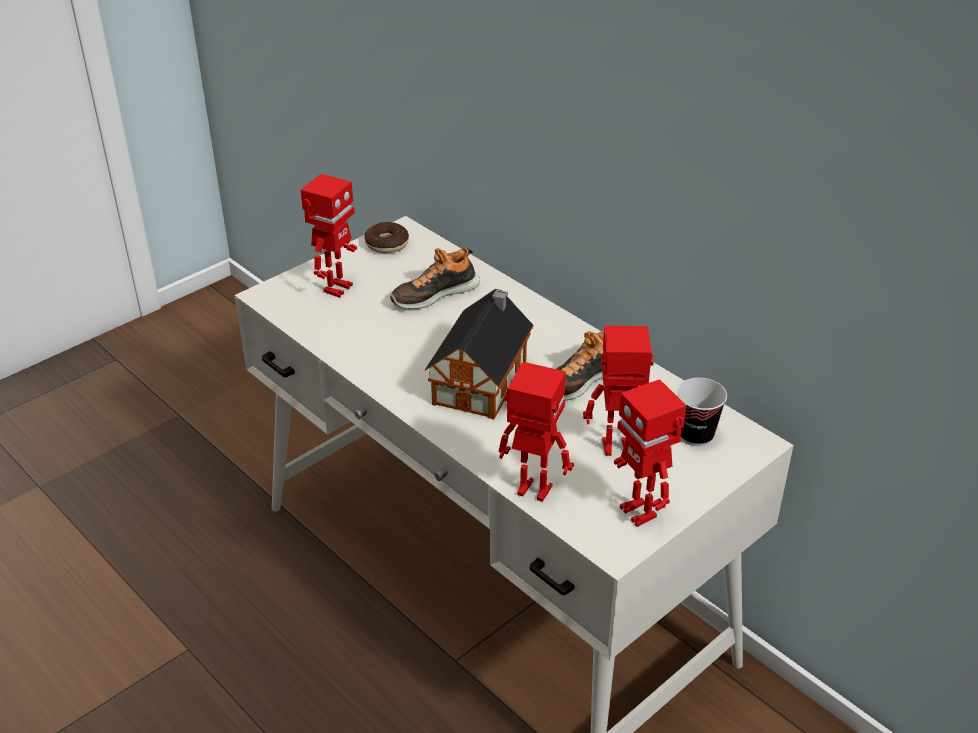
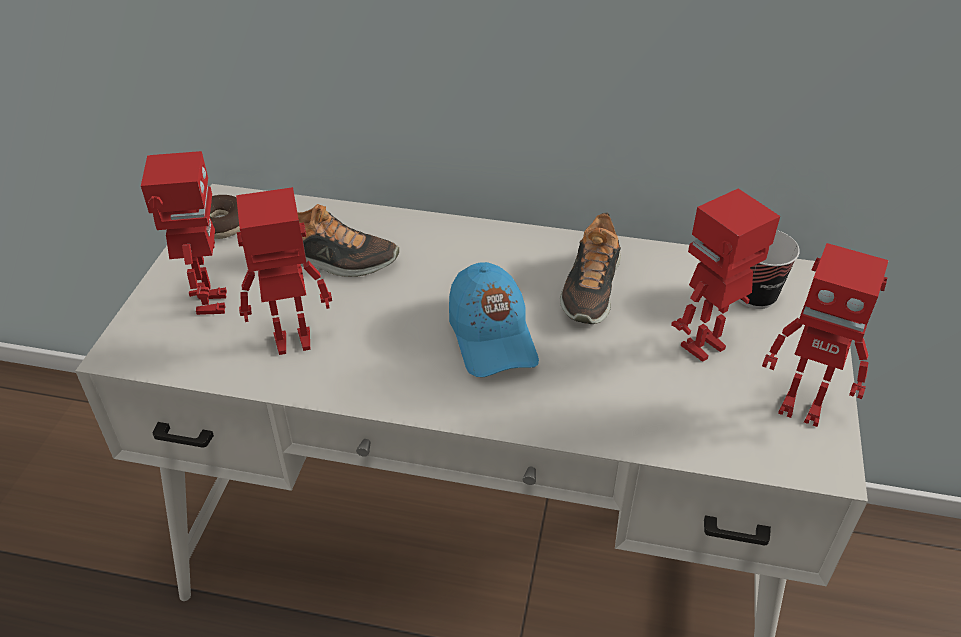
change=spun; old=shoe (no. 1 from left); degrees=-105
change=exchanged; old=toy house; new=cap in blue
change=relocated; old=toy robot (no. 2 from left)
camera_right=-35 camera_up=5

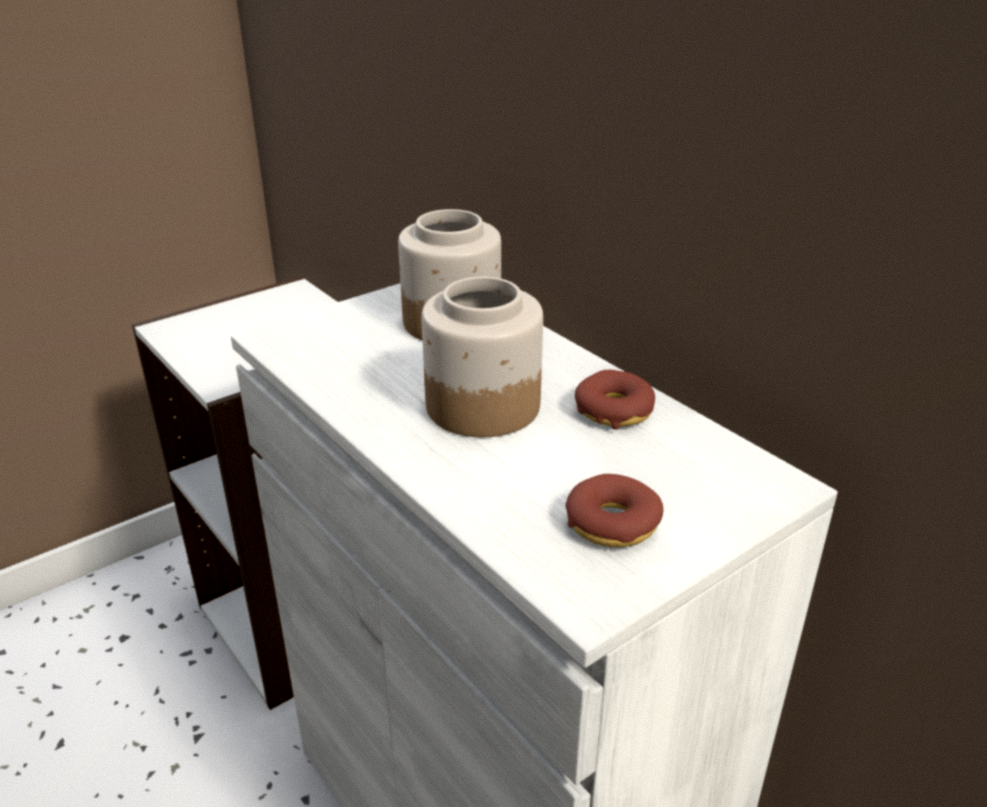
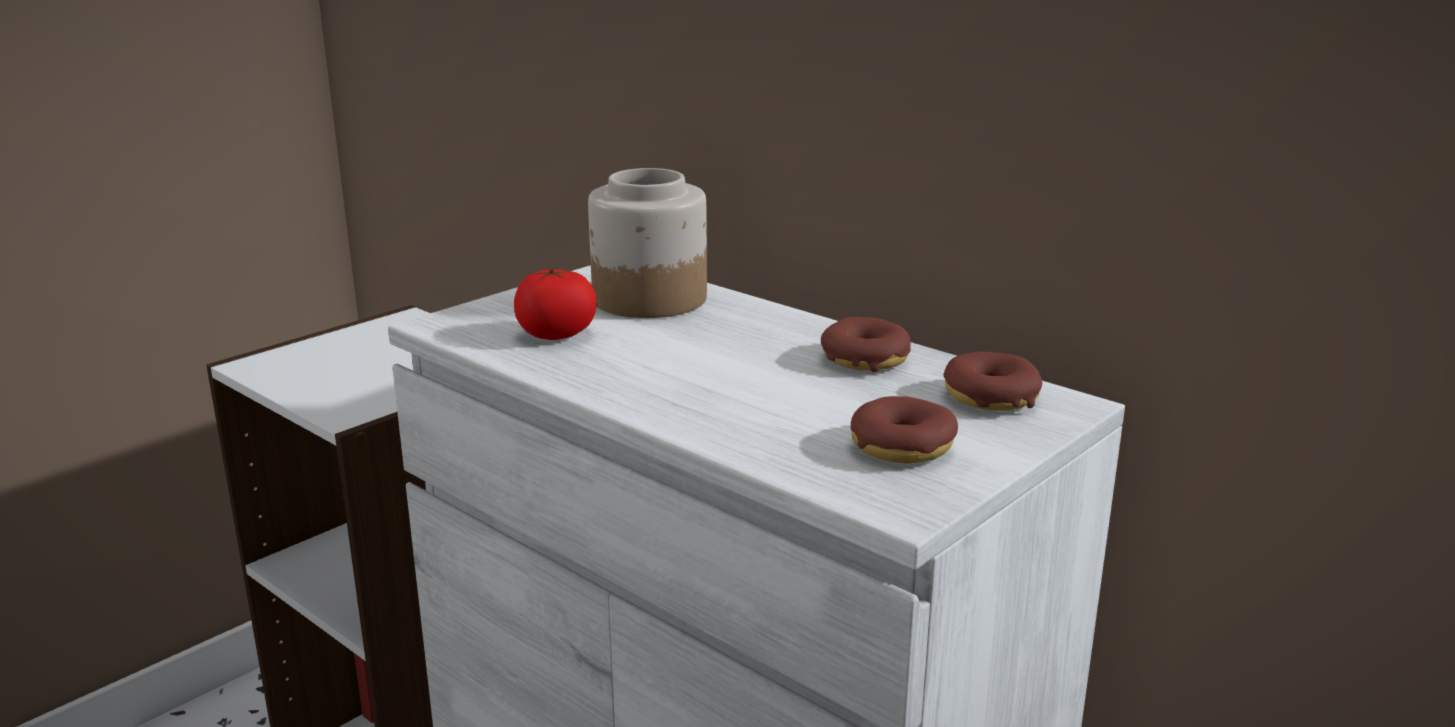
change=missing; old=jar (no. 2 from left)
change=appeared; new=tomato
change=appeared; new=donut (no. 3 from left)
camera_right=-10 camera_up=-10

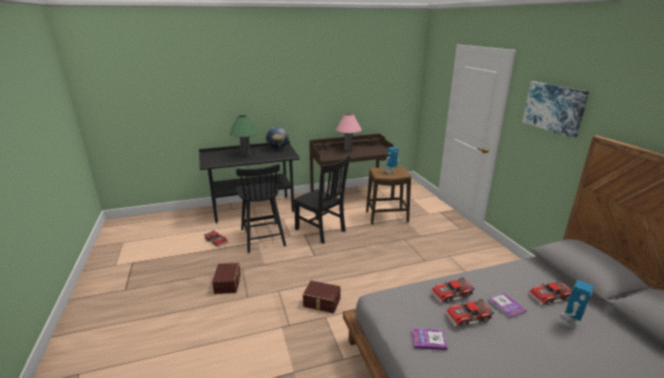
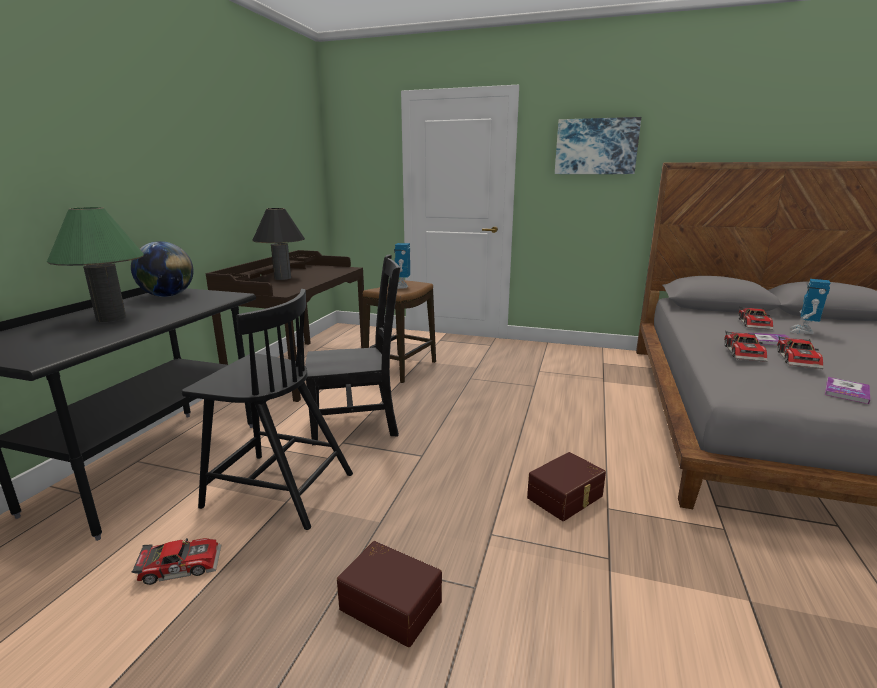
change=colour; old=table lamp in pink; new=table lamp in black
change=spun; old=toy robot (no. 2 from left); degrees=45
camera_right=-55 camera_up=-5

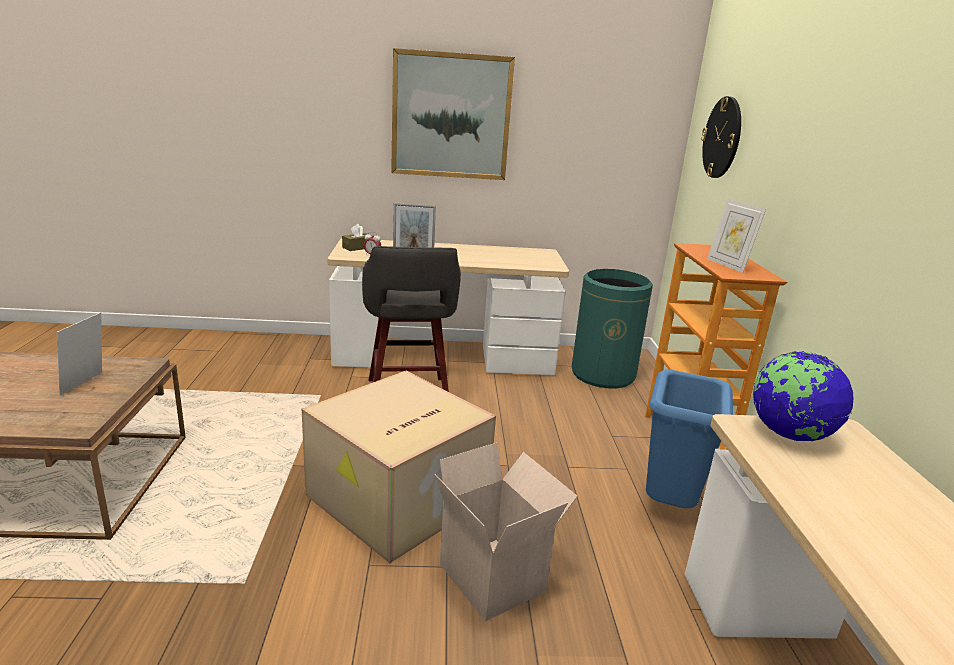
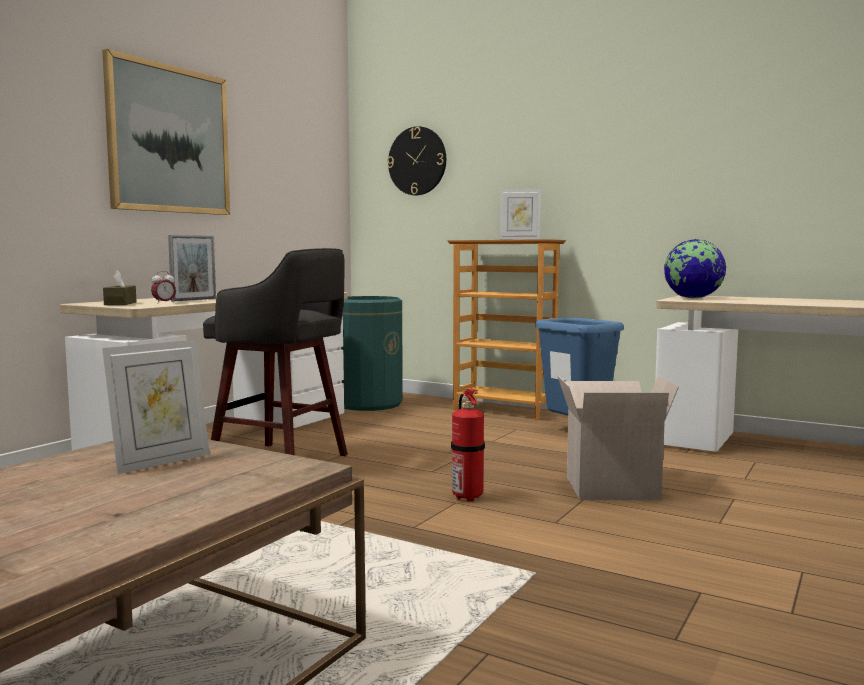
change=spun; old=picture frame (no. 1 from left); degrees=-90
change=exchanged; old=cardboard box (no. 1 from left); new=fire extinguisher
camera_right=-55 camera_up=-15

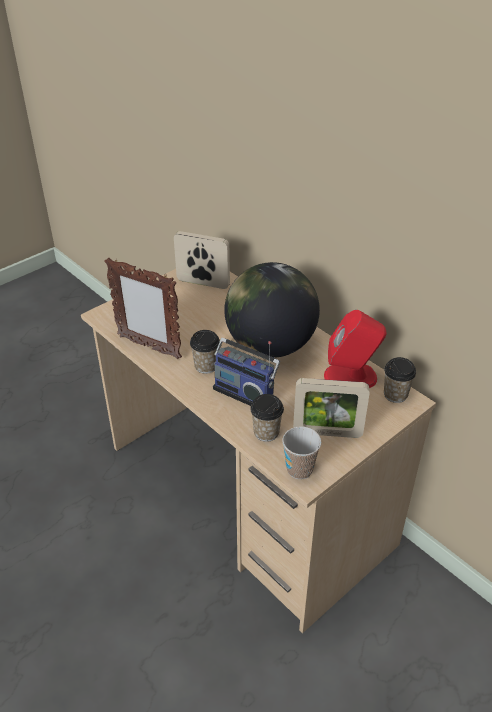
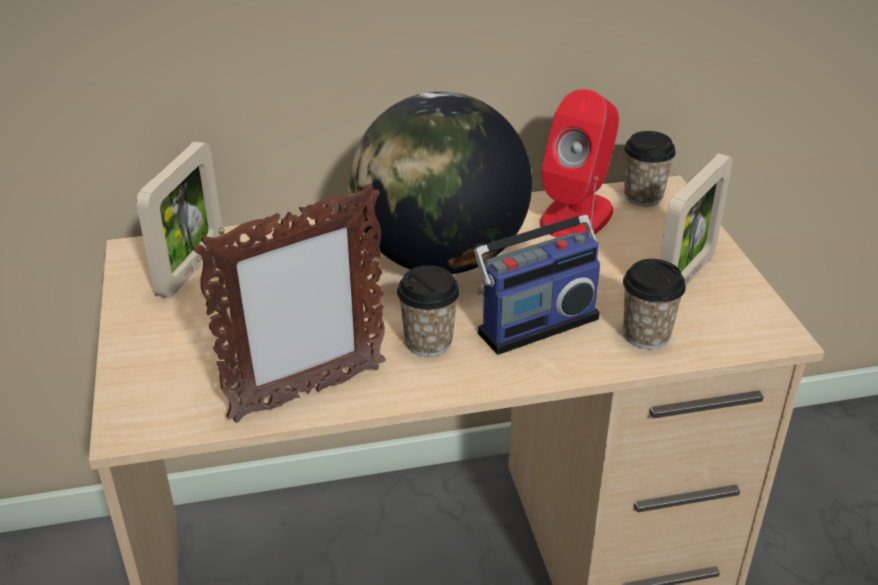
change=spun; old=picture frame (no. 2 from left in the first image); degrees=150
change=missing; old=cup (no. 3 from left)
camera_right=-60 camera_up=-5

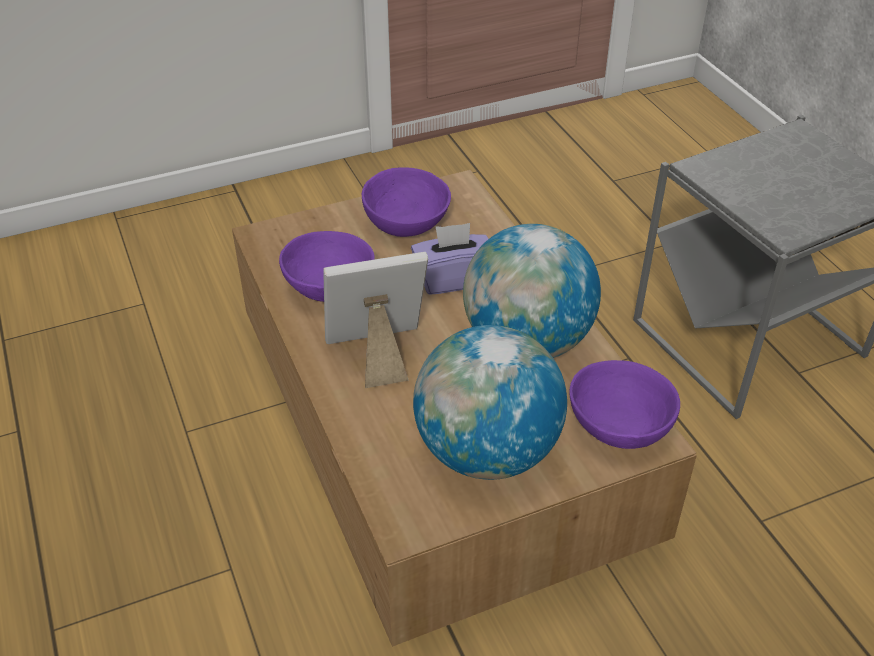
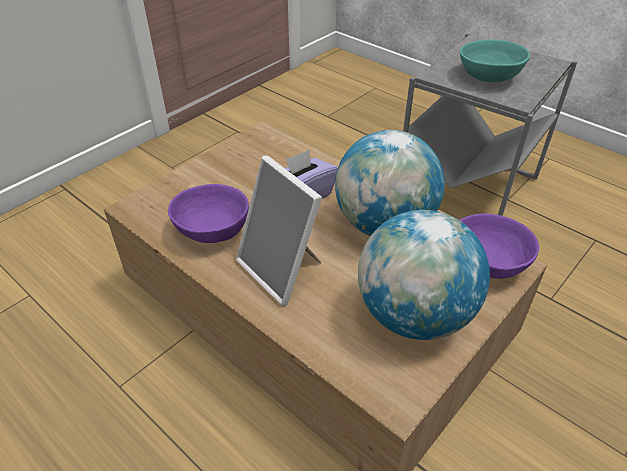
change=missing; old=bowl in purple (no. 2 from left)
change=spun; old=picture frame; degrees=-90
change=appeared; new=bowl in turquoise
camera_right=-25 camera_up=0

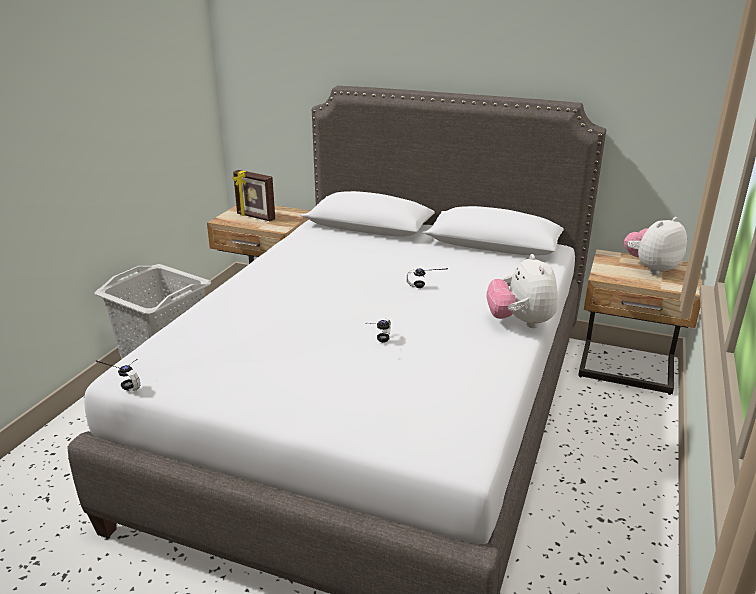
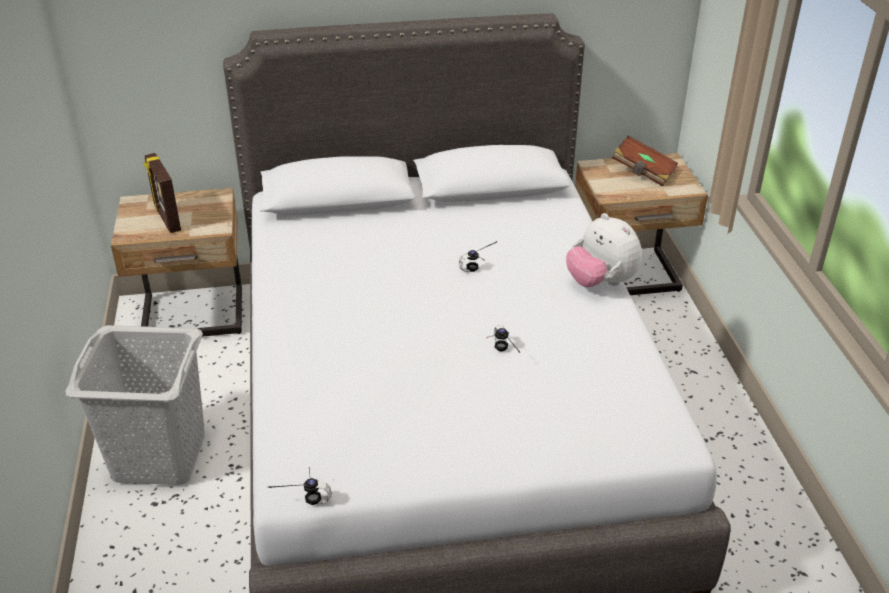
change=spun; old=picture frame; degrees=60
change=exchanged; old=plush toy (no. 2 from left); new=book in brown
camera_right=-30 camera_up=10

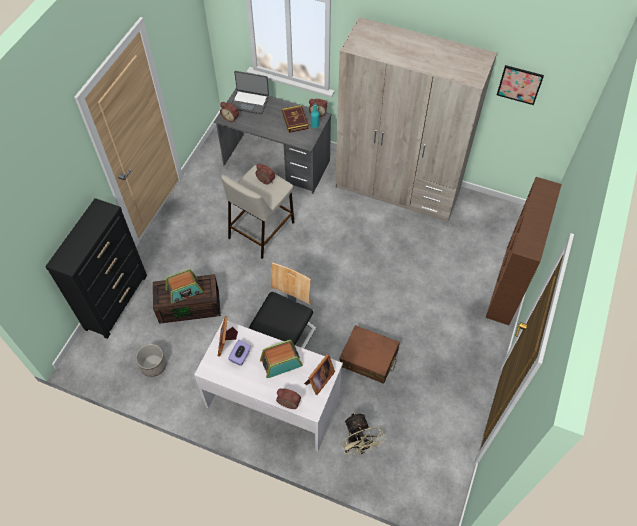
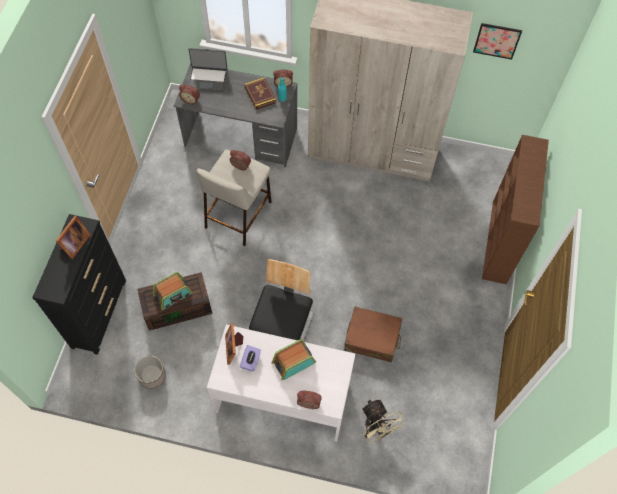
change=relocated; old=picture frame (no. 2 from left in the first image); new=picture frame (no. 1 from left)
camera_right=-10 camera_up=5

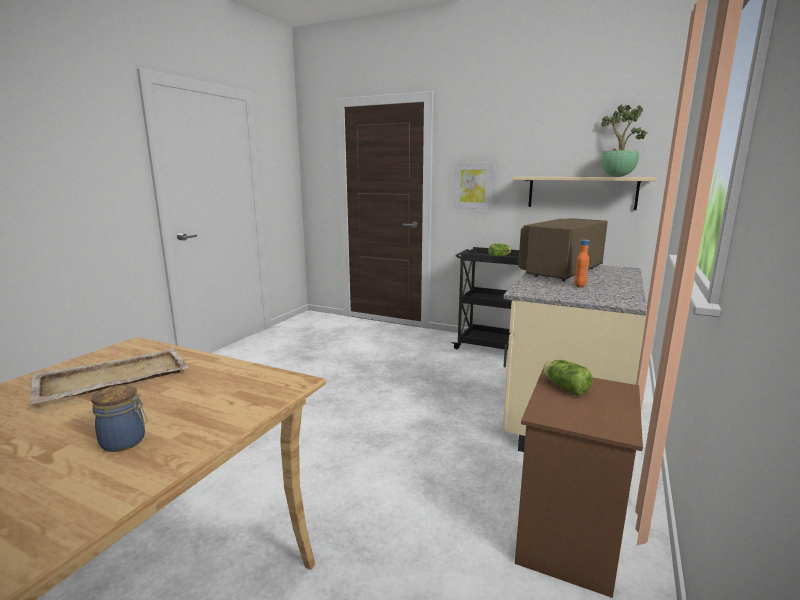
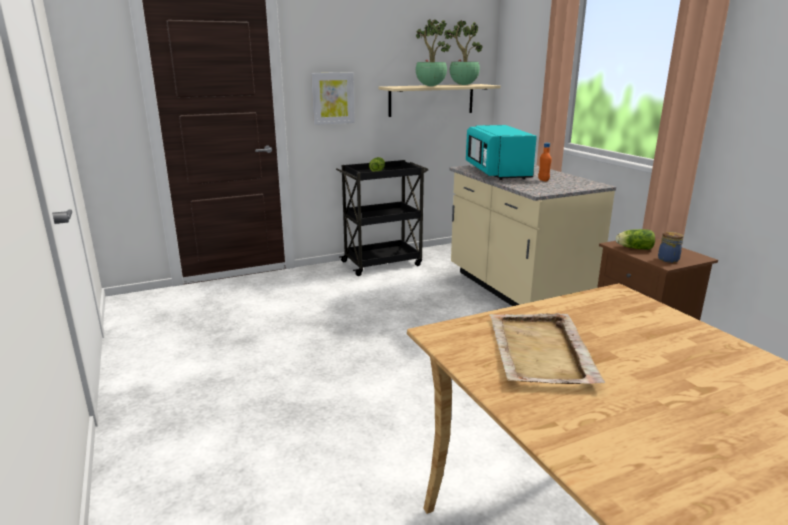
change=colour; old=microwave in brown; new=microwave in turquoise
change=relocated; old=jar
change=appeared; new=potted plant (no. 1 from left)
camera_right=-50 camera_up=5

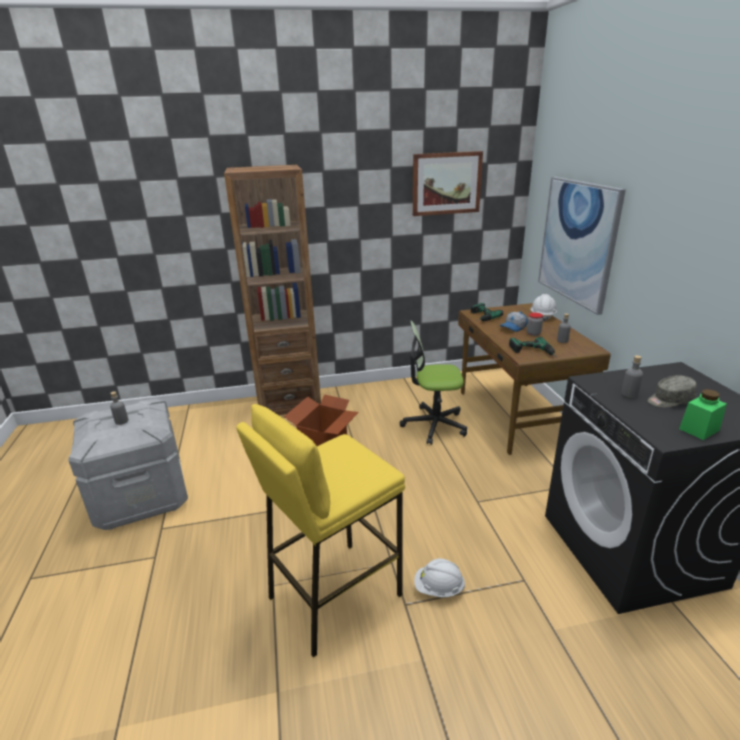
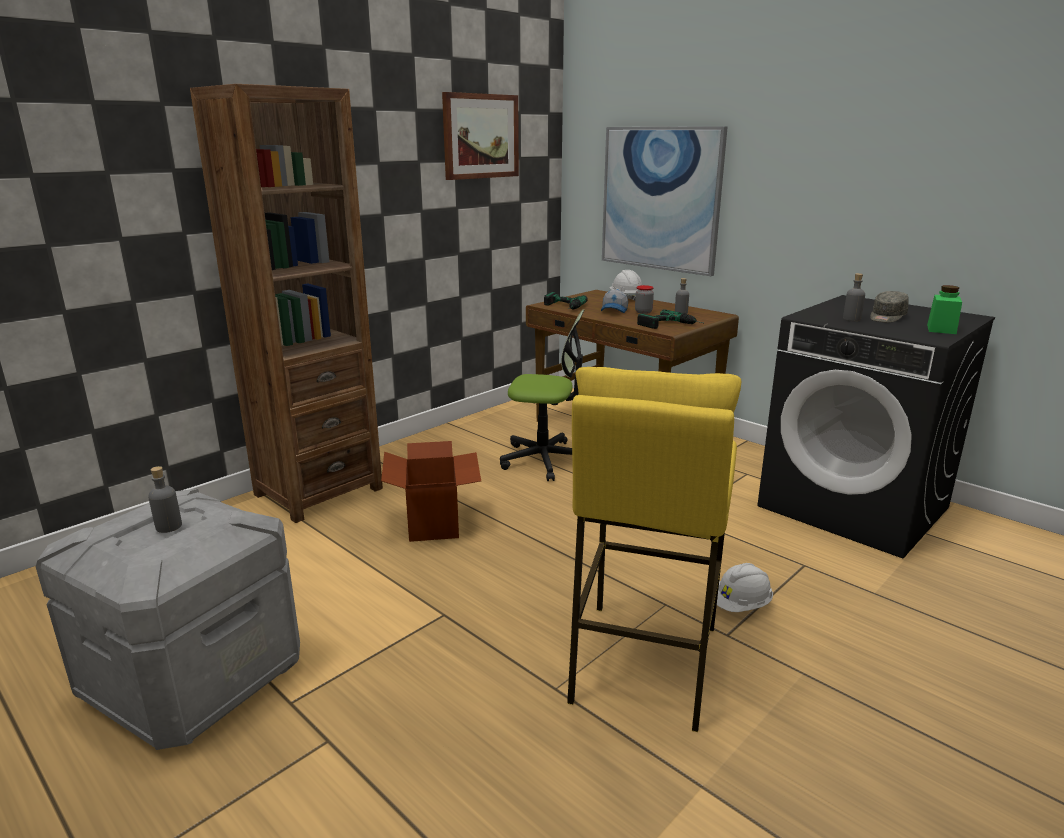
change=spun; old=office chair; degrees=-135
camera_right=-35 camera_up=-5

